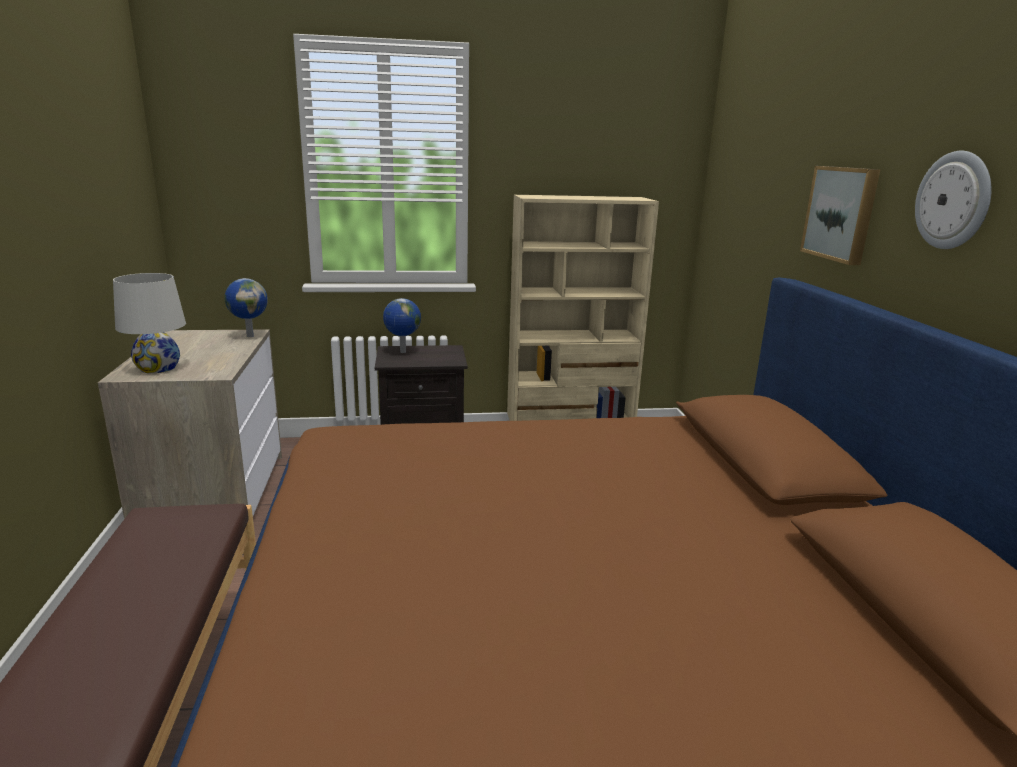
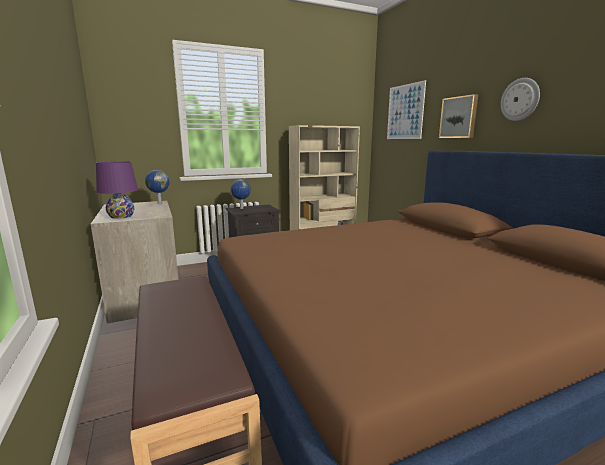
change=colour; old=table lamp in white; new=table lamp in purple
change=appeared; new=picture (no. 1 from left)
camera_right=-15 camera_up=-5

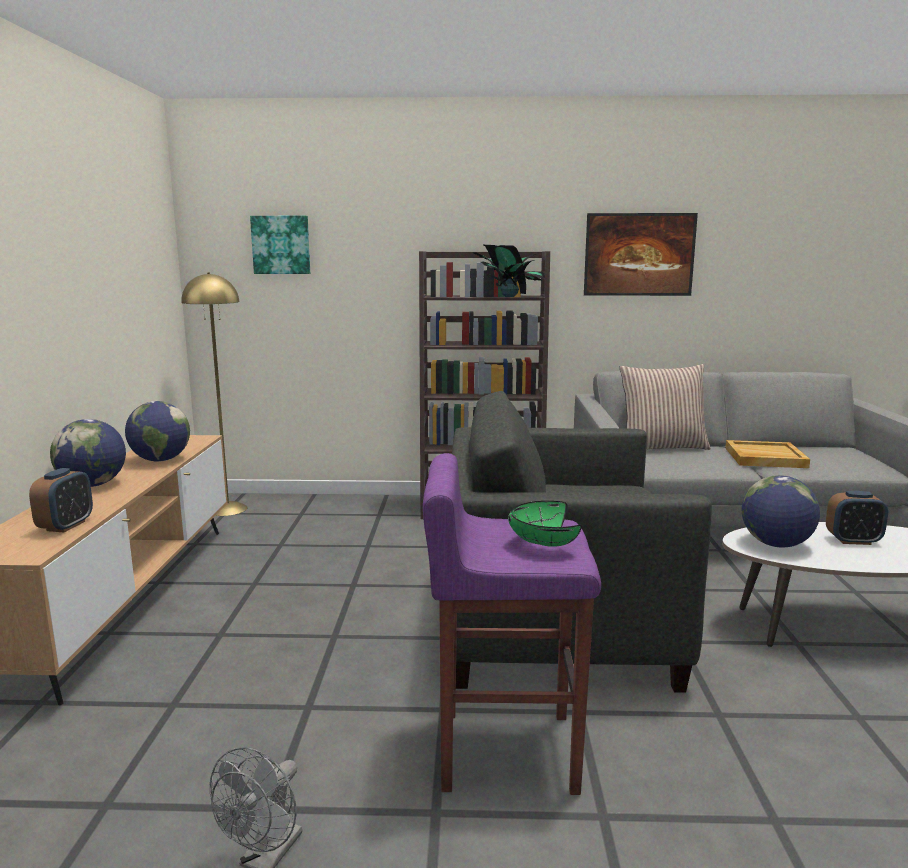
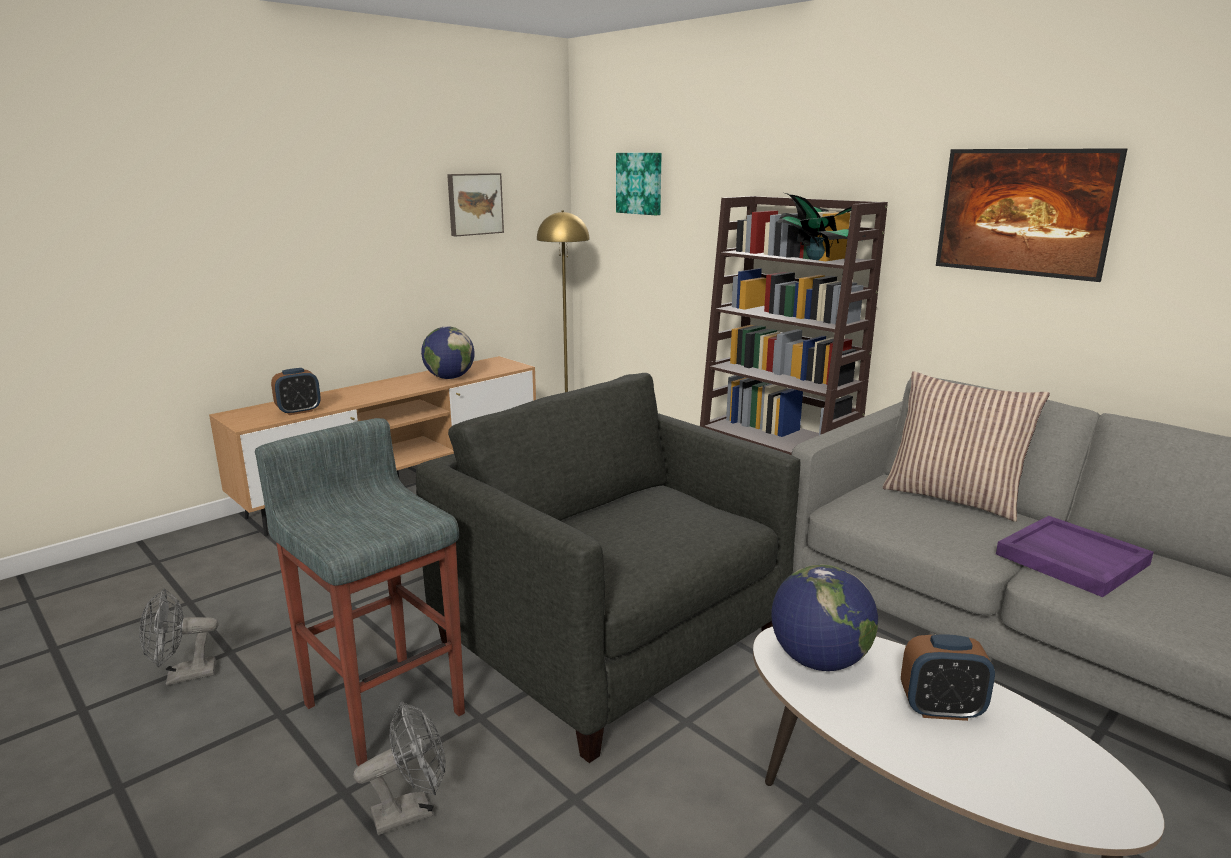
change=missing; old=globe (no. 1 from left)
change=colour; old=tray in beige; new=tray in purple
change=colour; old=stool in purple; new=stool in grey
change=spun; old=alarm clock (no. 2 from left); degrees=-45
change=missing; old=bowl in green
change=appeared; new=picture (no. 1 from left)
change=appeared; new=fan in grey (no. 2 from left)
camera_right=45 camera_up=5

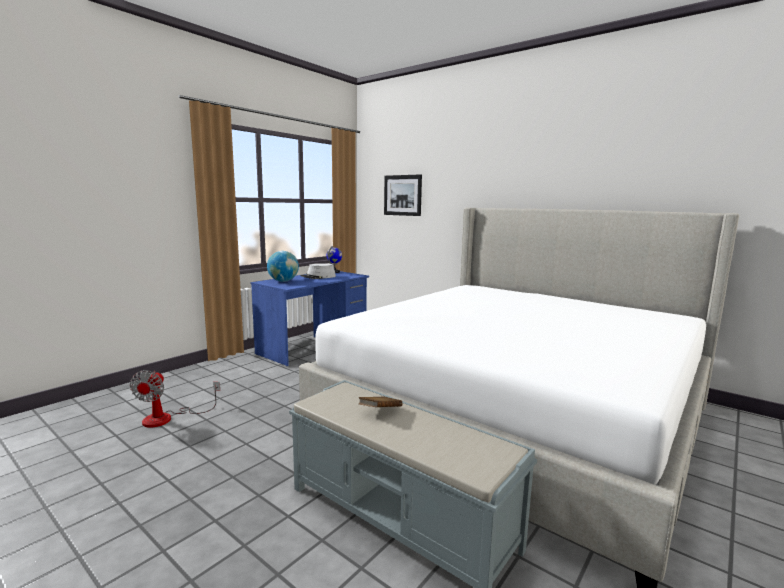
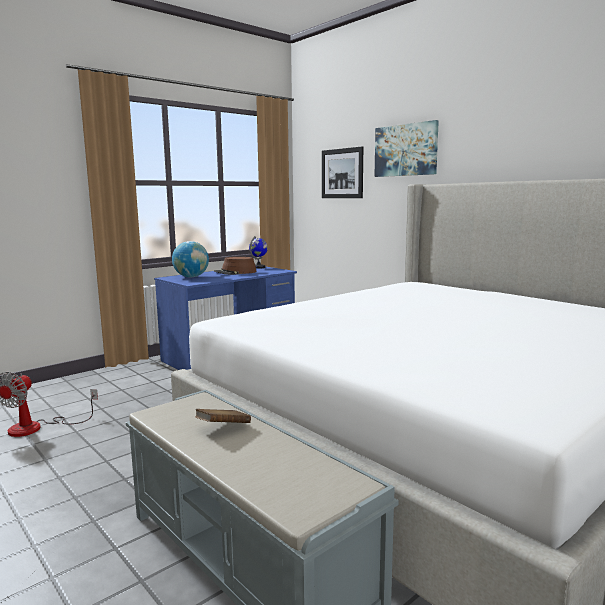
change=colour; old=hat in grey; new=hat in brown
change=appeared; new=picture (no. 2 from left)
camera_right=10 camera_up=0

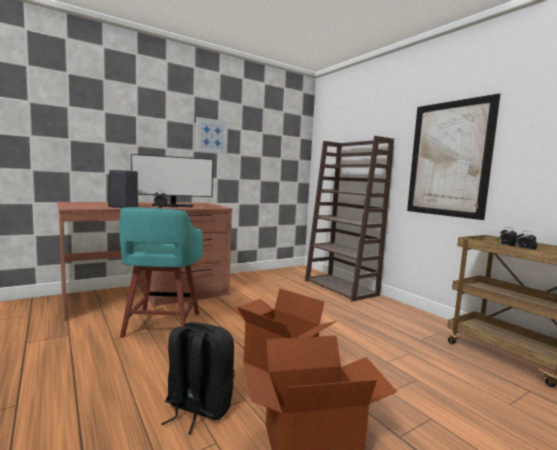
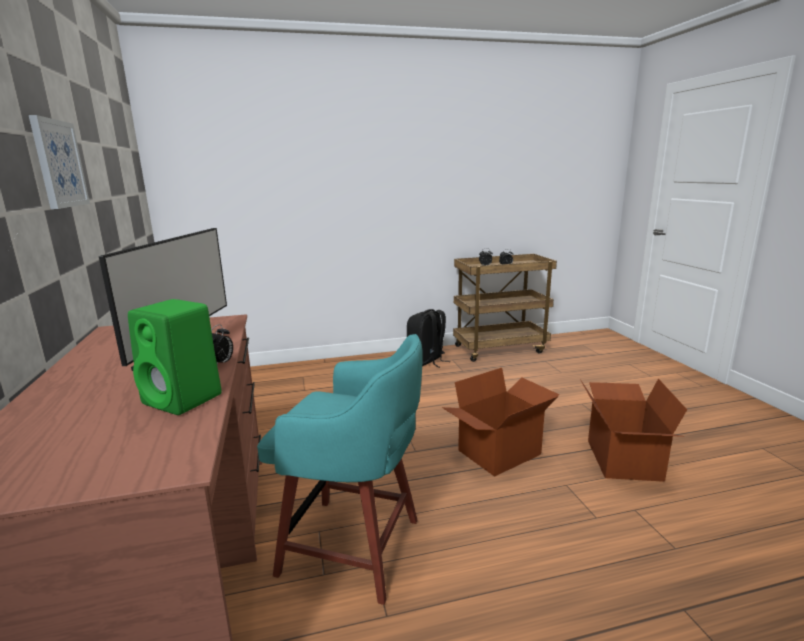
change=missing; old=picture (no. 2 from left)
change=missing; old=bookcase in brown
change=colour; old=speaker in black; new=speaker in green
change=relocated; old=backpack in black
camera_right=-70 camera_up=10

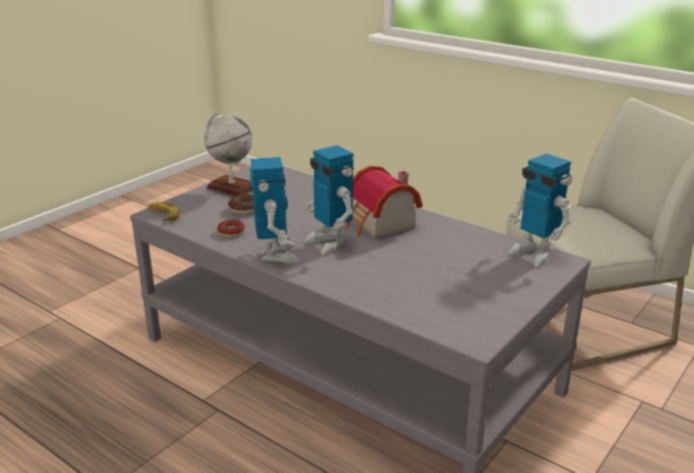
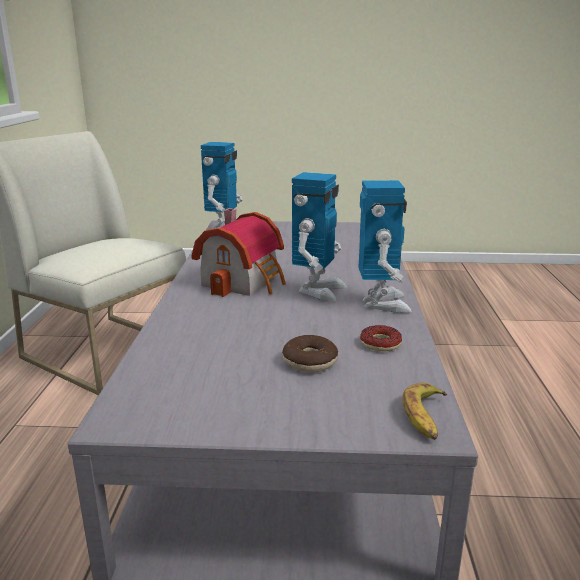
change=missing; old=globe
change=spun; old=toy robot (no. 1 from left in the first image); degrees=135
camera_right=-125 camera_up=-5

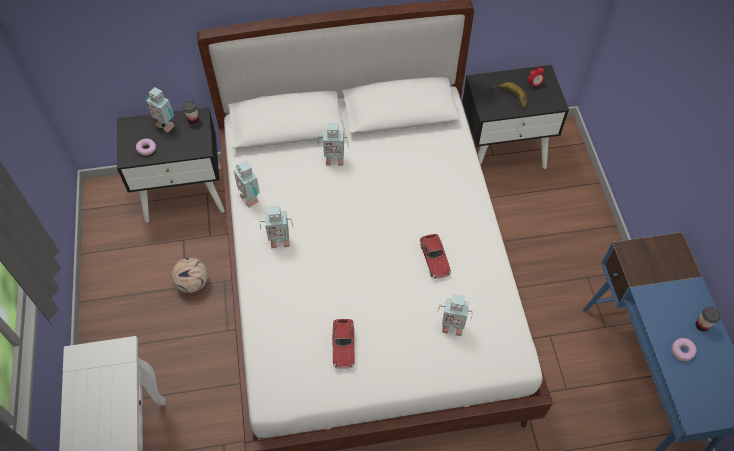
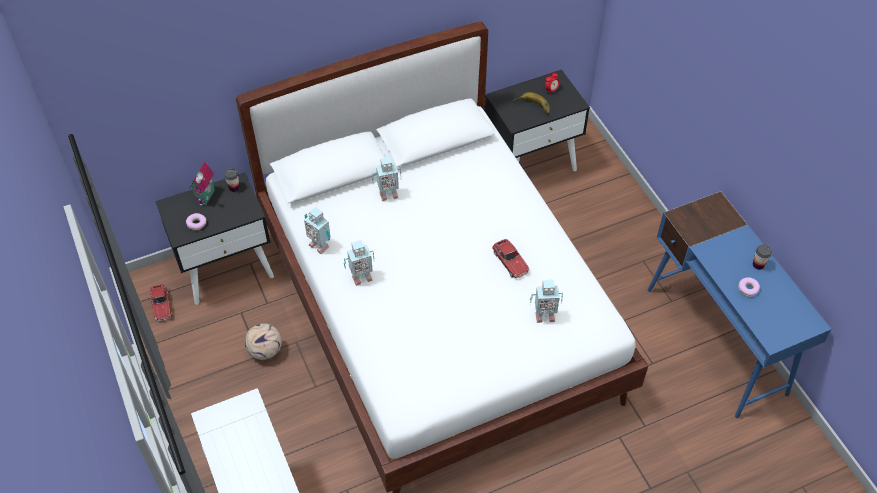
change=exchanged; old=toy robot (no. 1 from left); new=toy house
change=relocated; old=toy car (no. 1 from left)
camera_right=-15 camera_up=-5

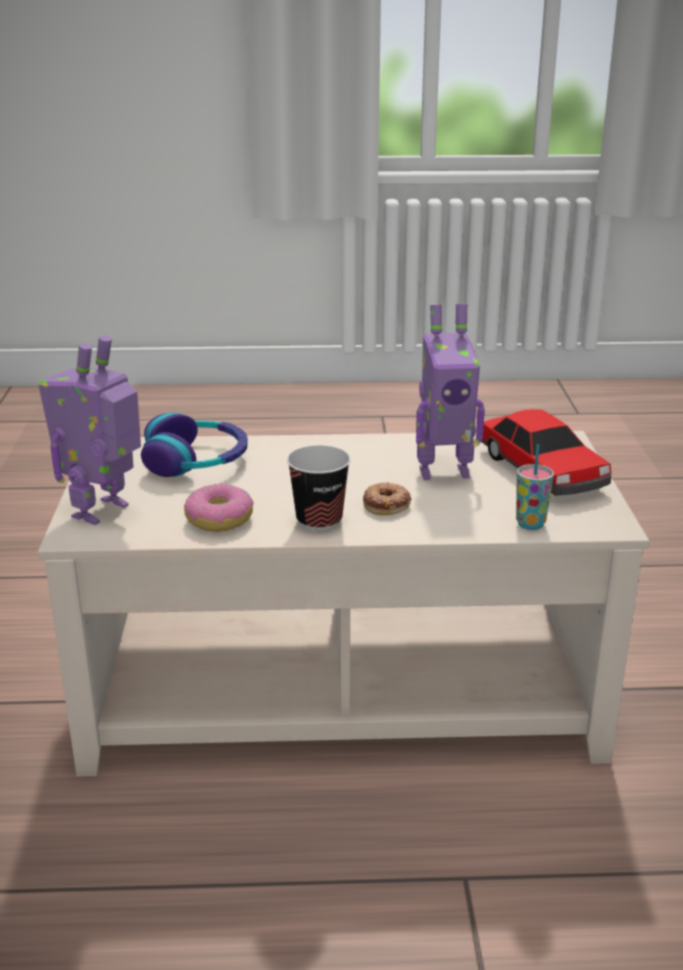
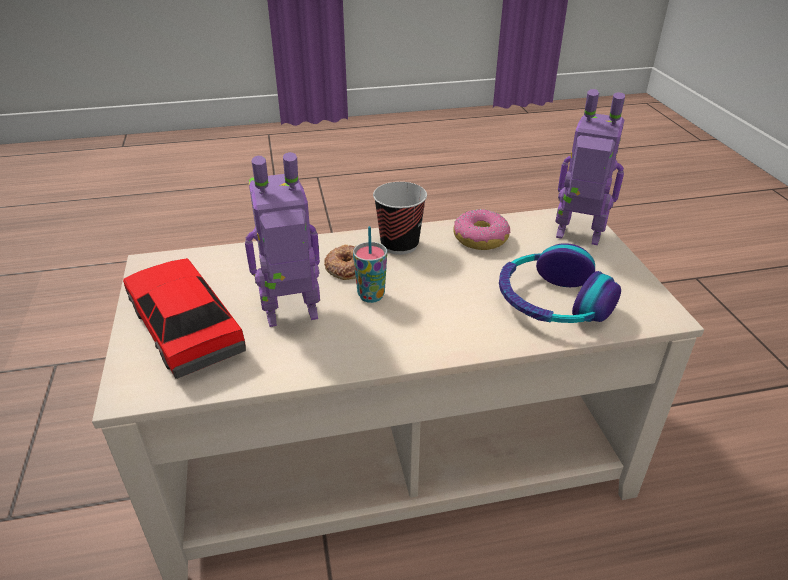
change=spun; old=toy robot (no. 1 from left in the first image); degrees=-90
change=relocated; old=cup (no. 2 from left in the first image); new=cup (no. 1 from left)
camera_right=170 camera_up=10

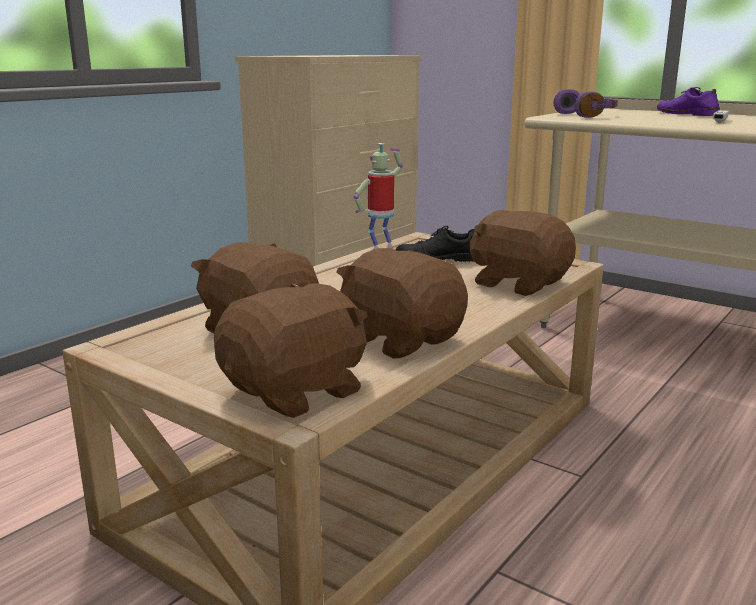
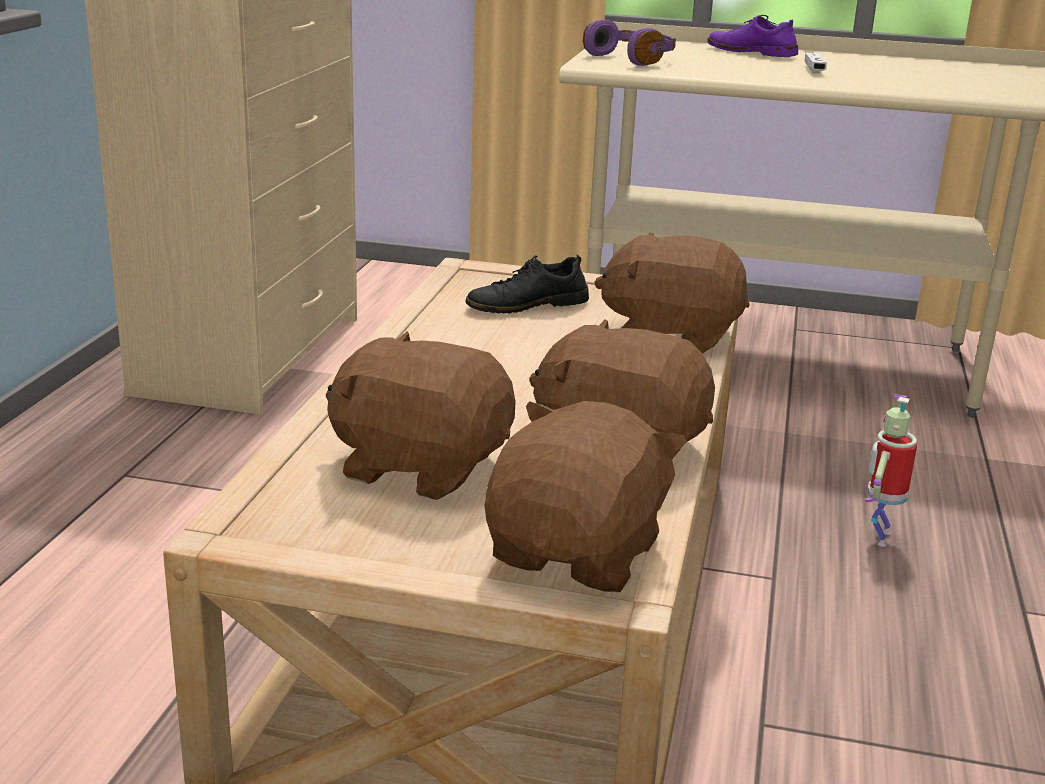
change=relocated; old=toy robot
camera_right=-25 camera_up=5

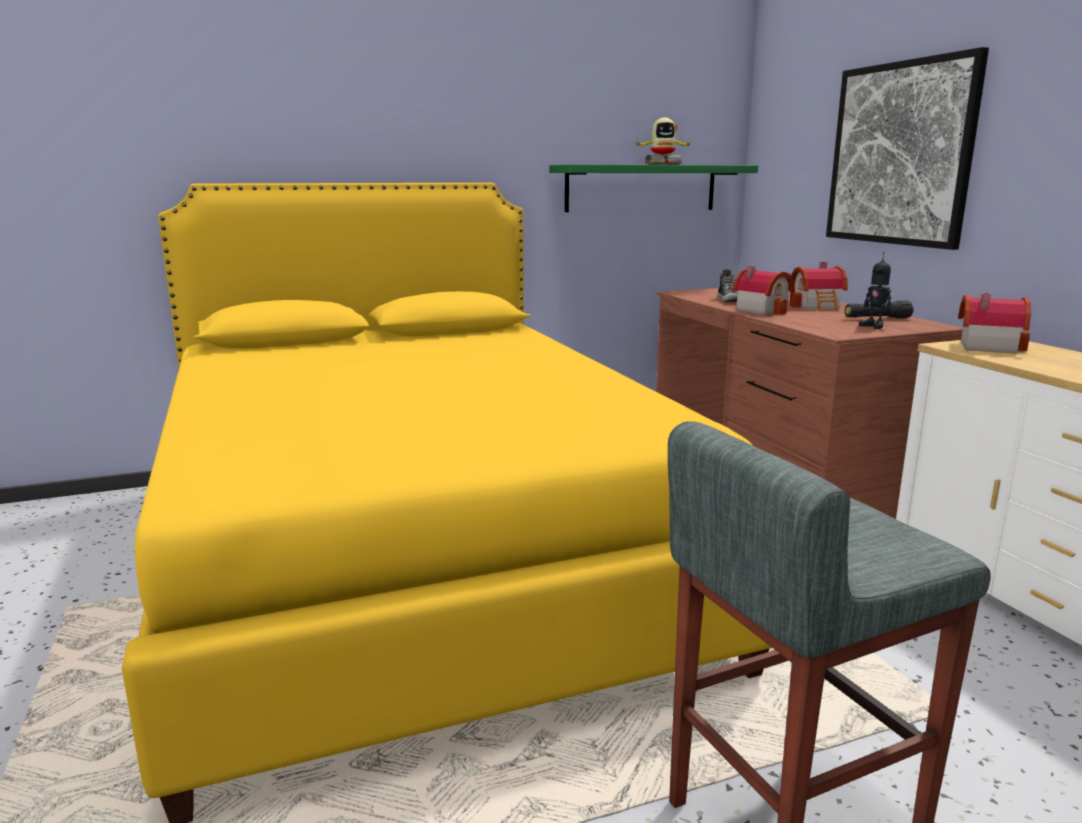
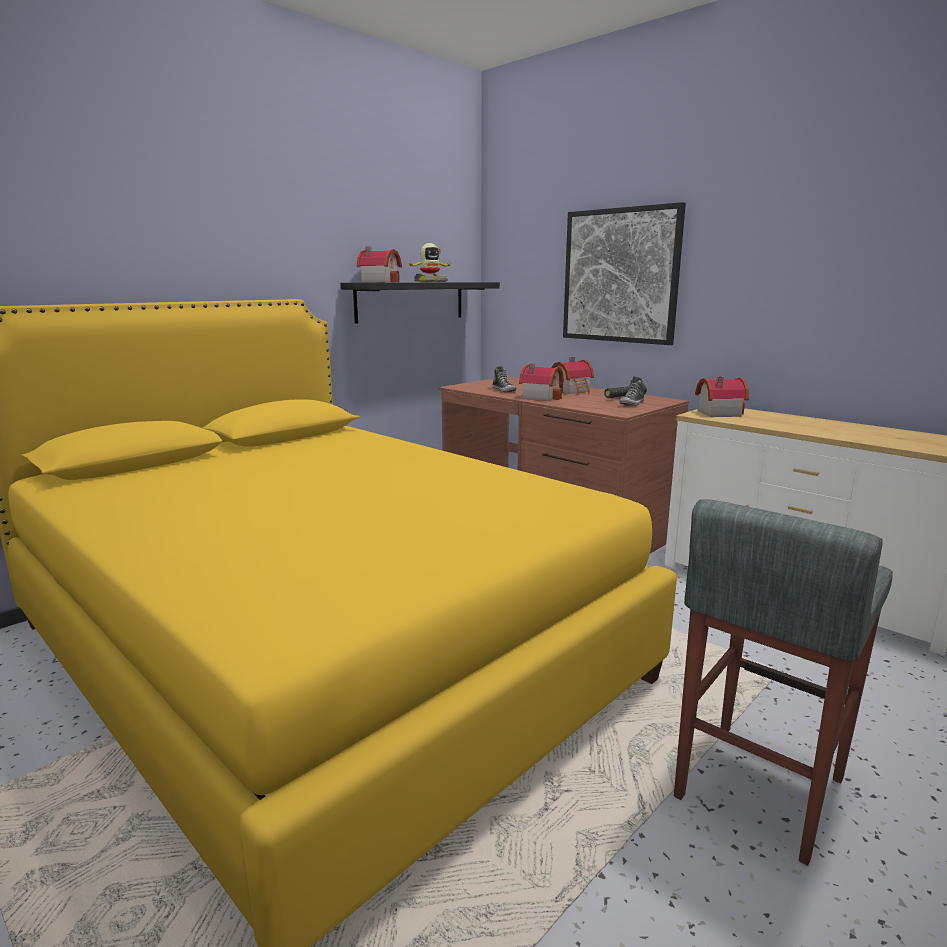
change=colour; old=shelf in green; new=shelf in black
change=exchanged; old=toy robot (no. 2 from left); new=shoe (no. 2 from left)
change=appeared; new=toy house (no. 1 from left)
camera_right=-25 camera_up=0

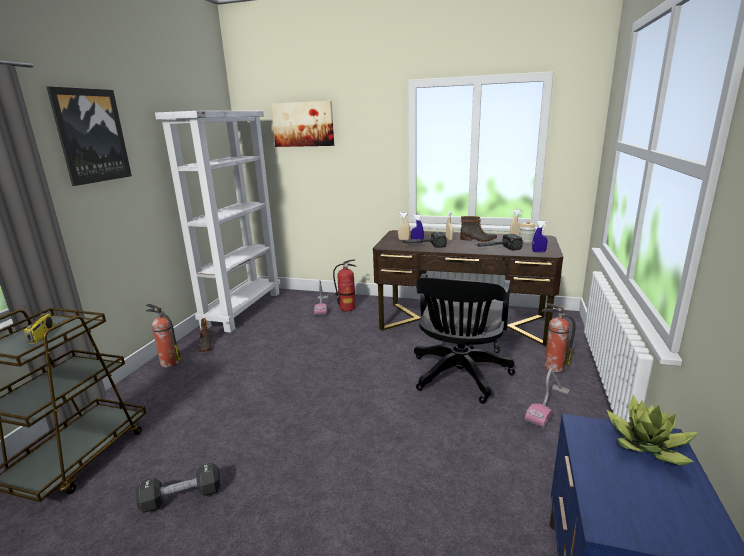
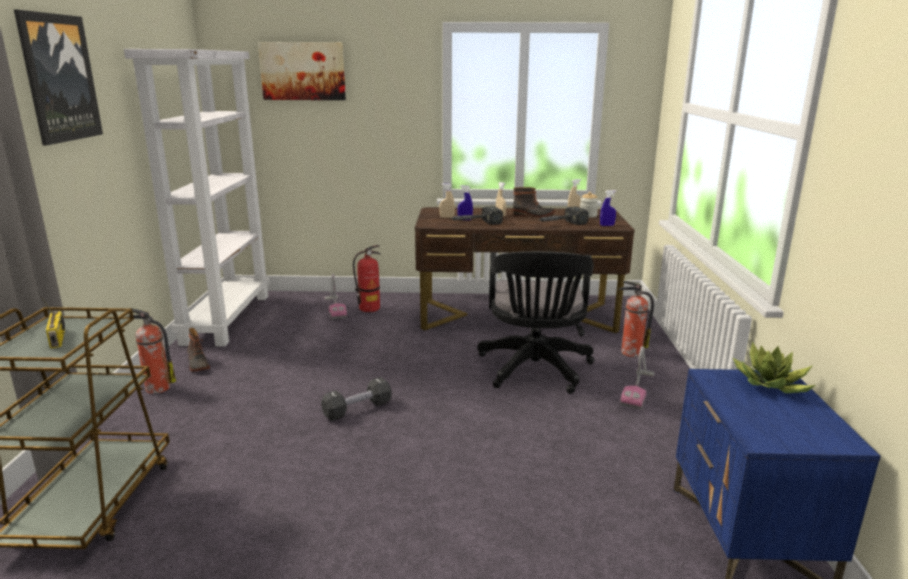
change=relocated; old=dumbbell in black
camera_right=-15 camera_up=0

